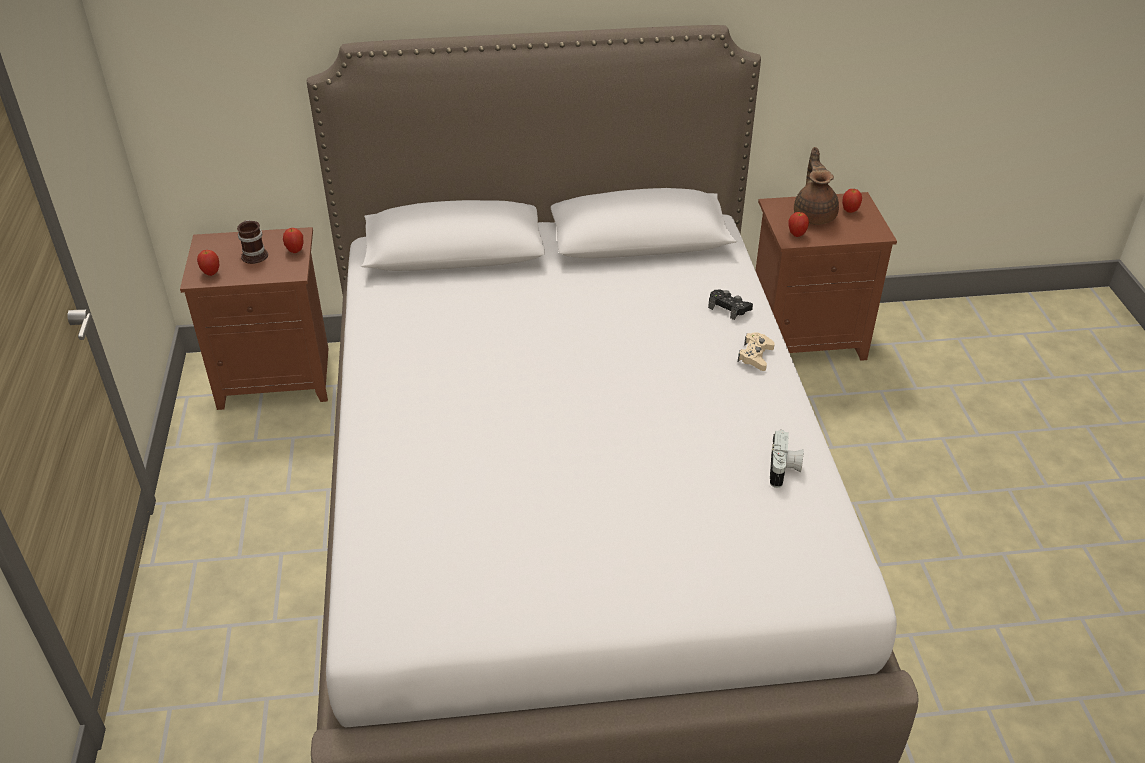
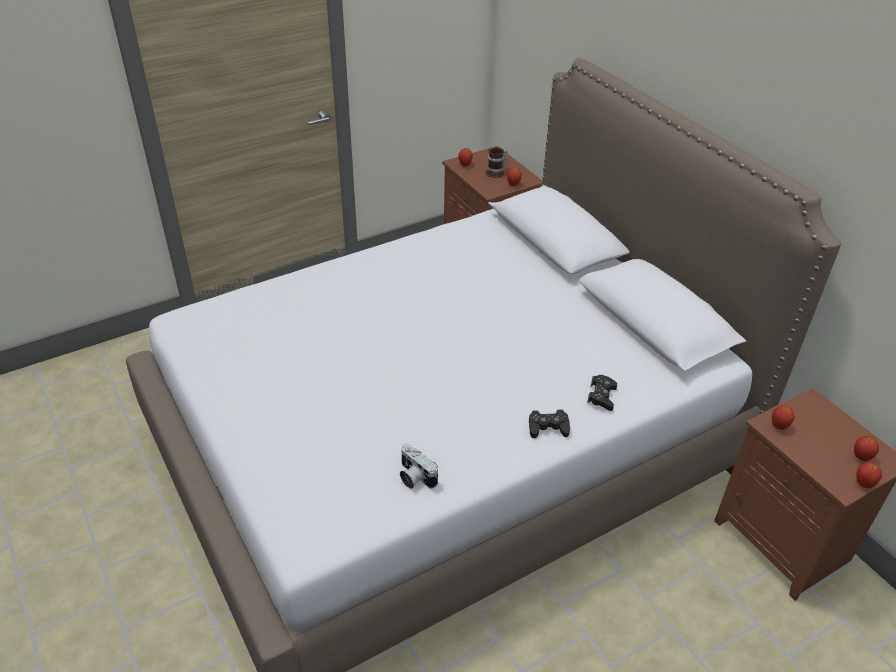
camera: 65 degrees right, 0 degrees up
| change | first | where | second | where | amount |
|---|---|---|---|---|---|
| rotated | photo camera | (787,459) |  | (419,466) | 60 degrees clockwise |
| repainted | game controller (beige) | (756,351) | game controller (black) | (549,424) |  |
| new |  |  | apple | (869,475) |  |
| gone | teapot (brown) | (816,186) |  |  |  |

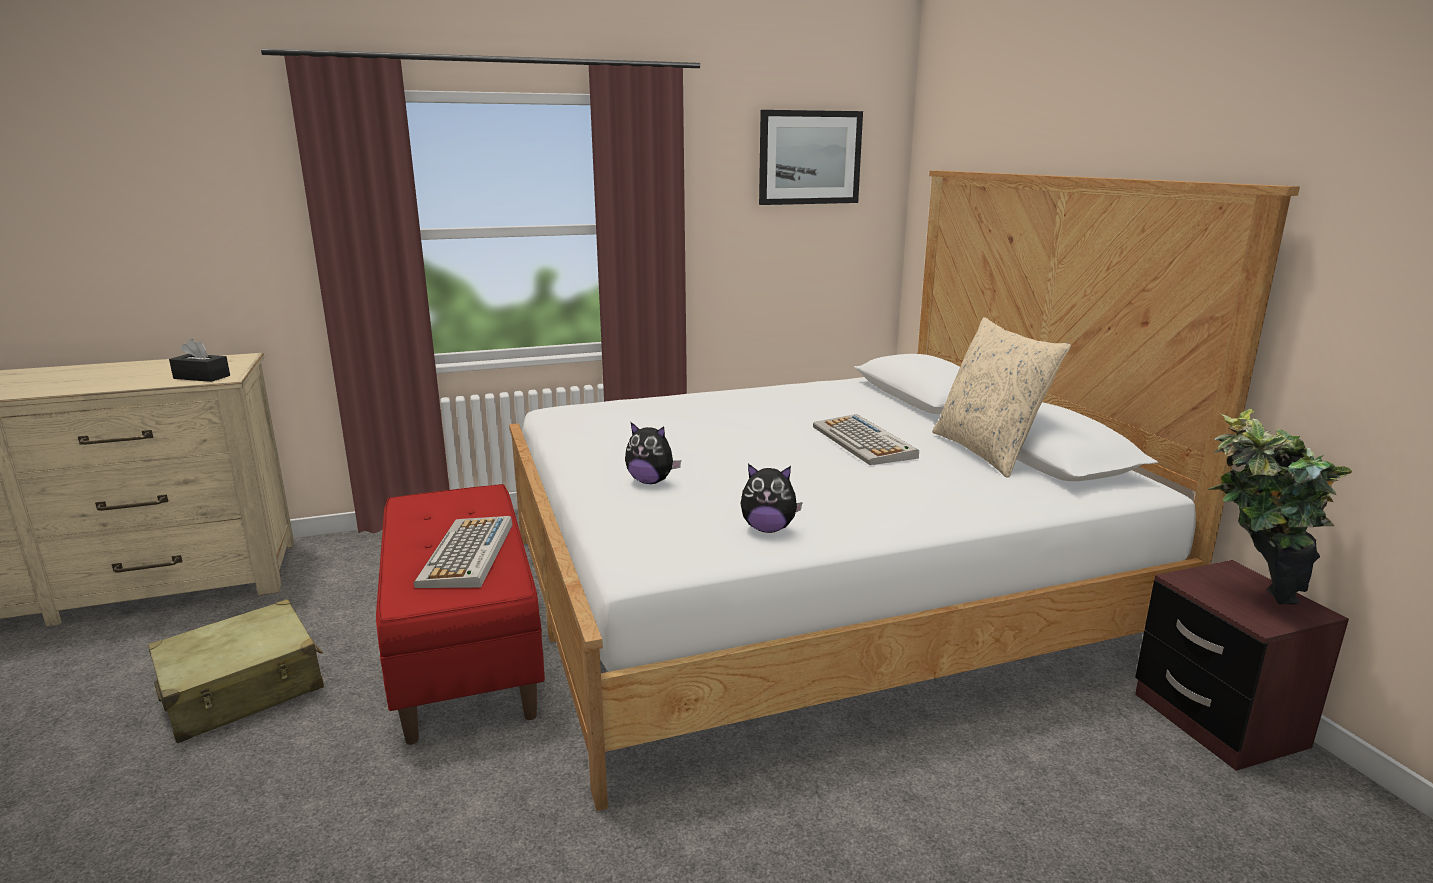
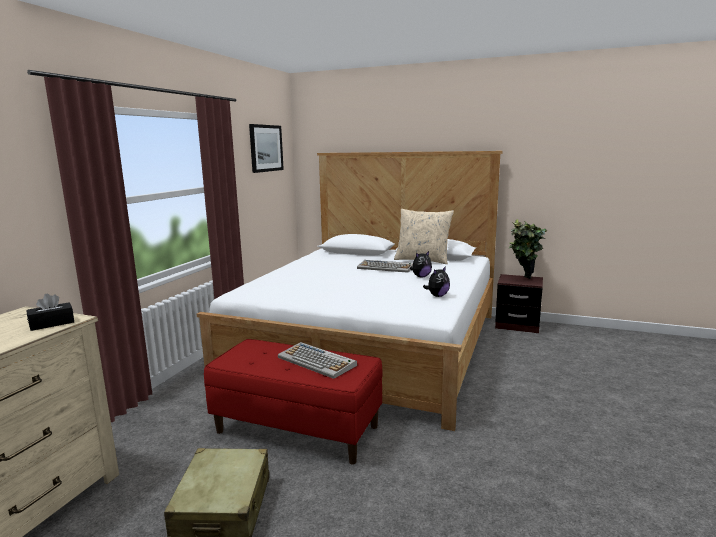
camera: 50 degrees left, 5 degrees down
| change | first | where | second | where | amount |
|---|---|---|---|---|---|
| shifted | plush toy | (653,453) |  | (421,264) |  |

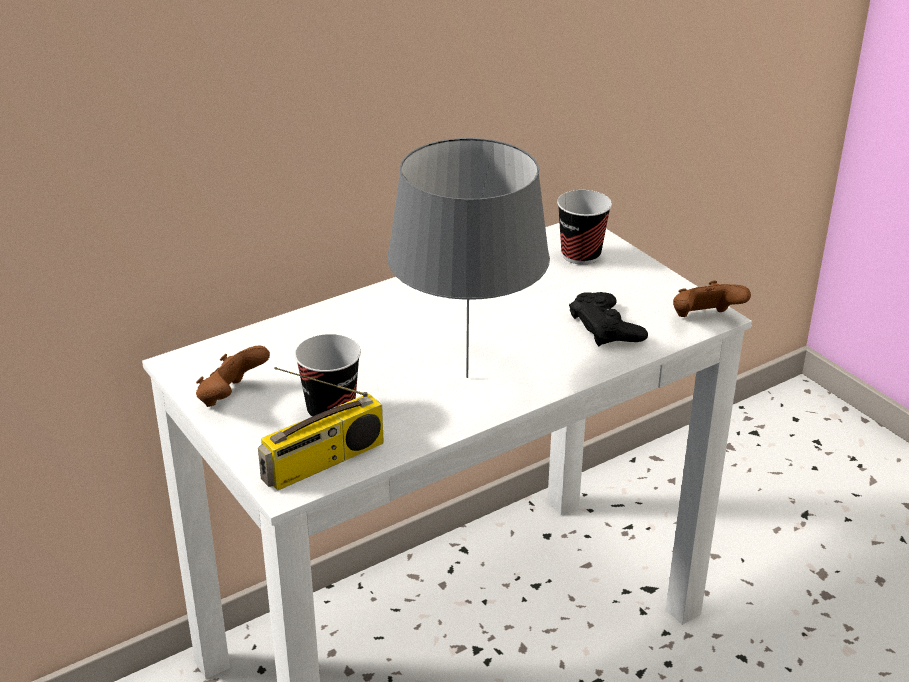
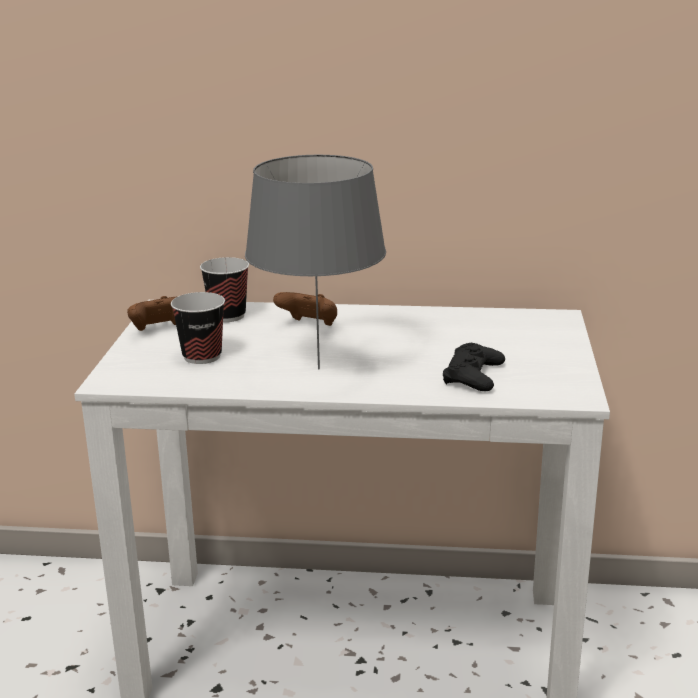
camera: 40 degrees right, 10 degrees down
| change | first | where | second | where | amount |
|---|---|---|---|---|---|
| shifted | cup | (584,227) |  | (224,289) |  |
| shifted | game controller (brown) | (712,298) |  | (305,309) |  |
| gone | radio | (321,428) |  |  |  |

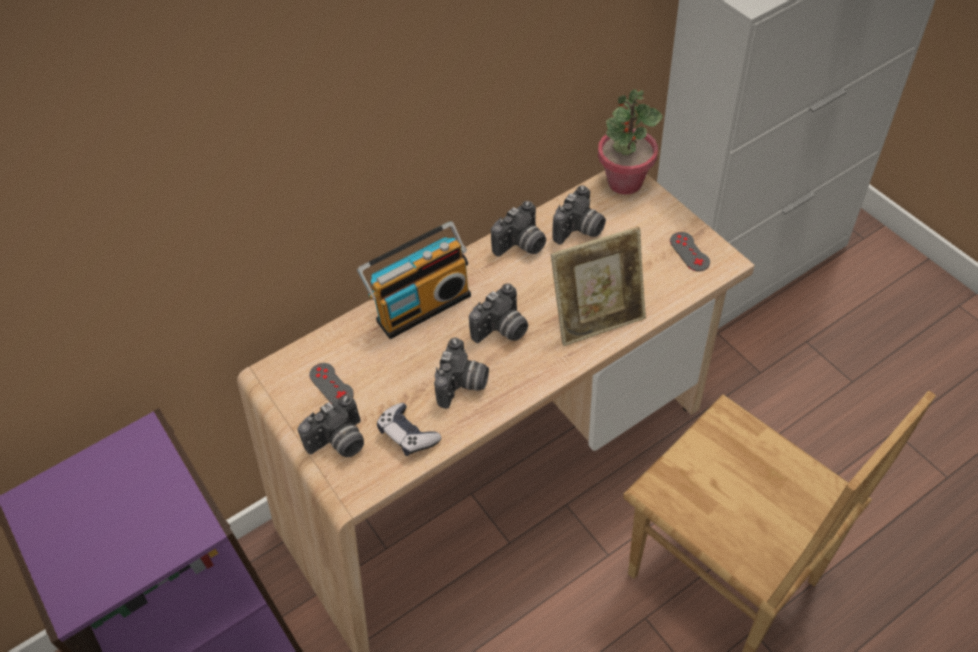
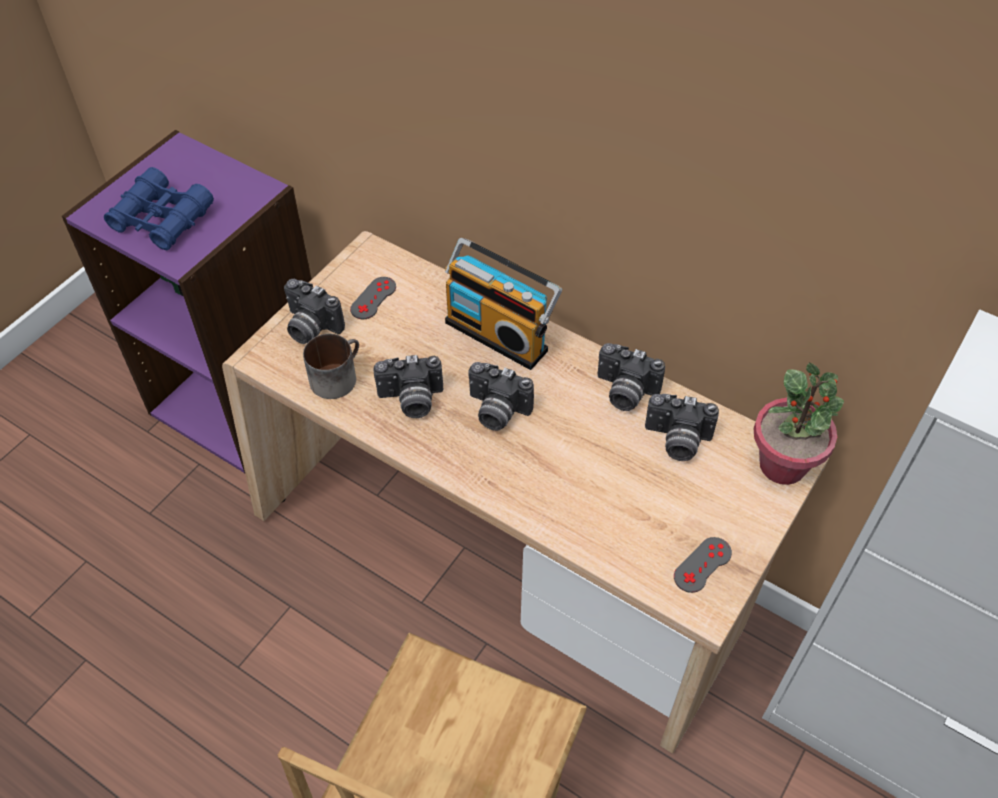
camera: 65 degrees right, 0 degrees up
| change | first | where | second | where | amount |
|---|---|---|---|---|---|
| new |  |  | binoculars (blue) | (159,208) |  |
| swapped | game controller | (409,429) | mug | (331,366) |  |
| gone | picture frame | (598,286) |  |  |  |

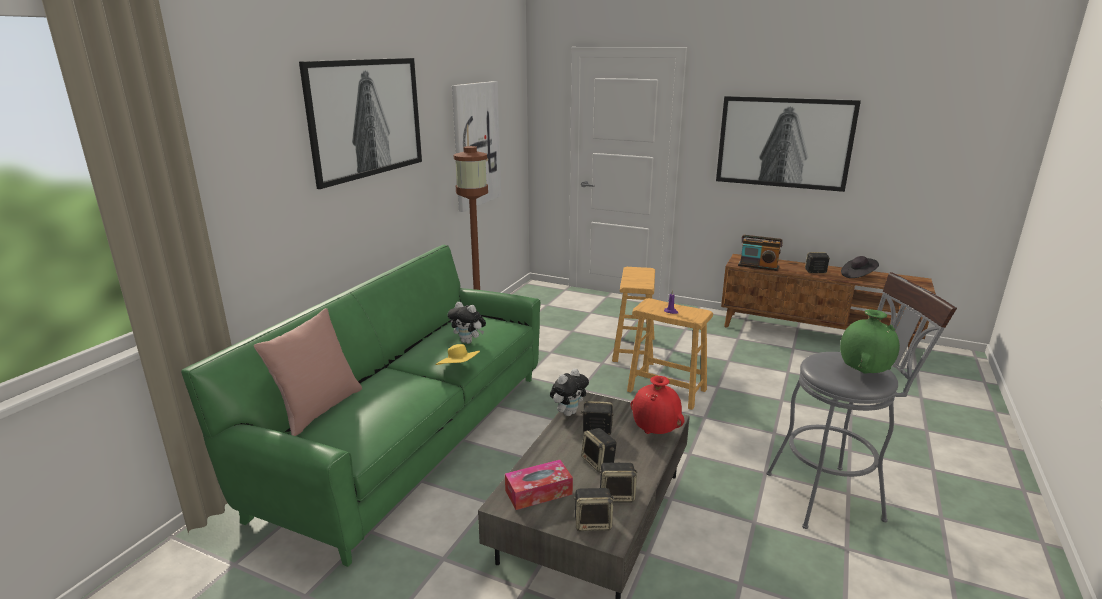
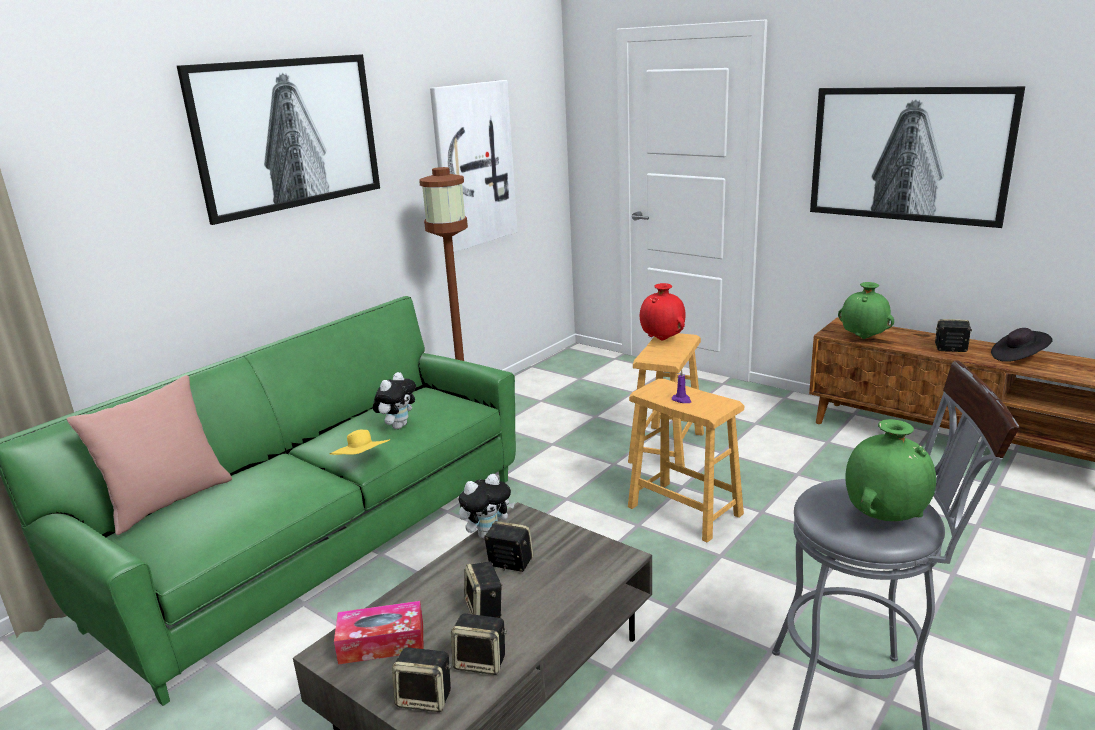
camera: 15 degrees right, 0 degrees up
| change | first | where | second | where | amount |
|---|---|---|---|---|---|
| rotated | plush toy | (467,323) |  | (394,400) | 105 degrees counterclockwise |
| shifted | vase (red) | (657,405) |  | (663,312) |  |
| swapped | radio | (760,253) | vase (green) | (866,310) |  |

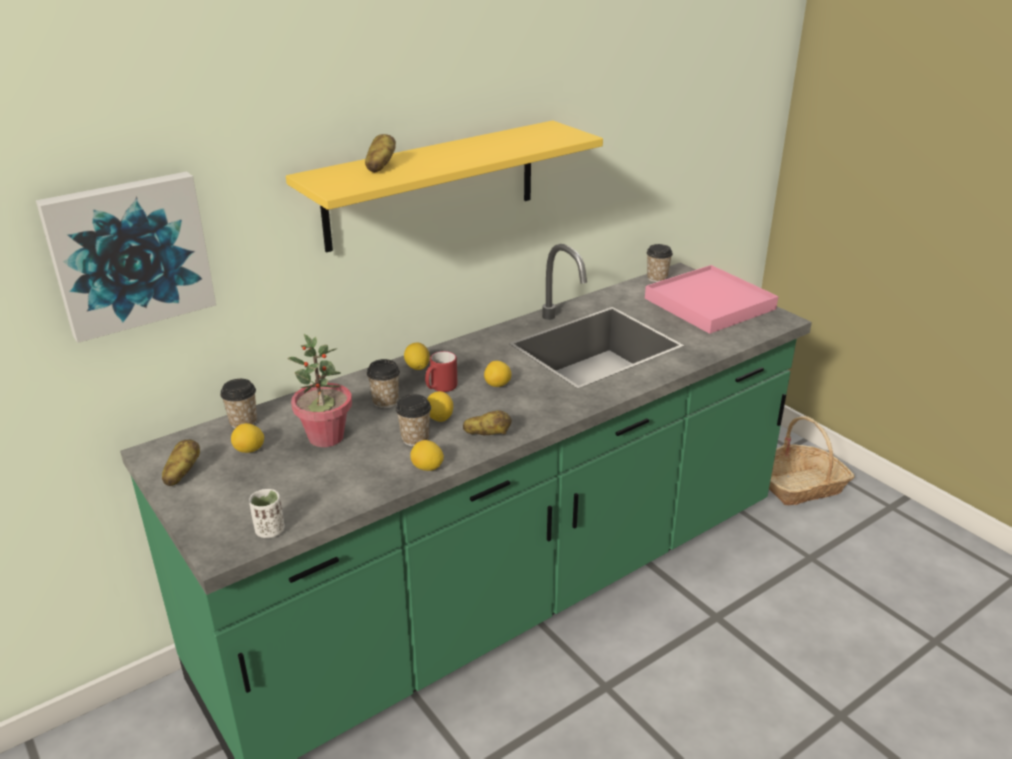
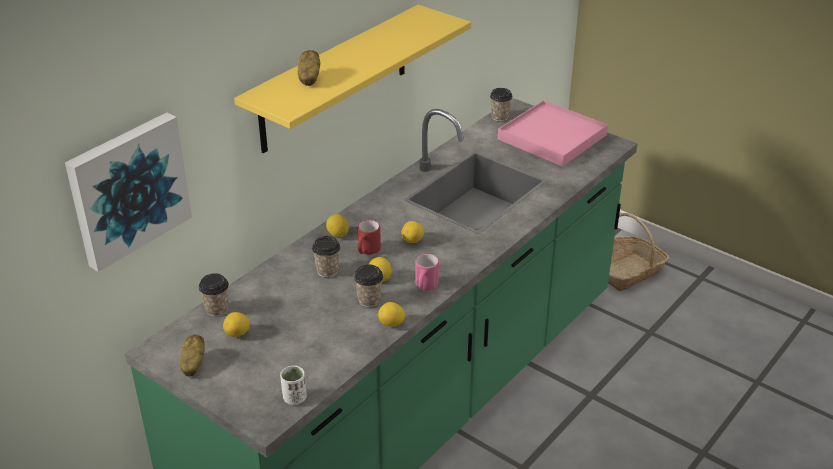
camera: 15 degrees left, 5 degrees up
| change | first | where | second | where | amount |
|---|---|---|---|---|---|
| swapped | potato | (487,422) | mug (pink) | (427,272) |  |
| gone | potted plant | (320,390) |  |  |  |

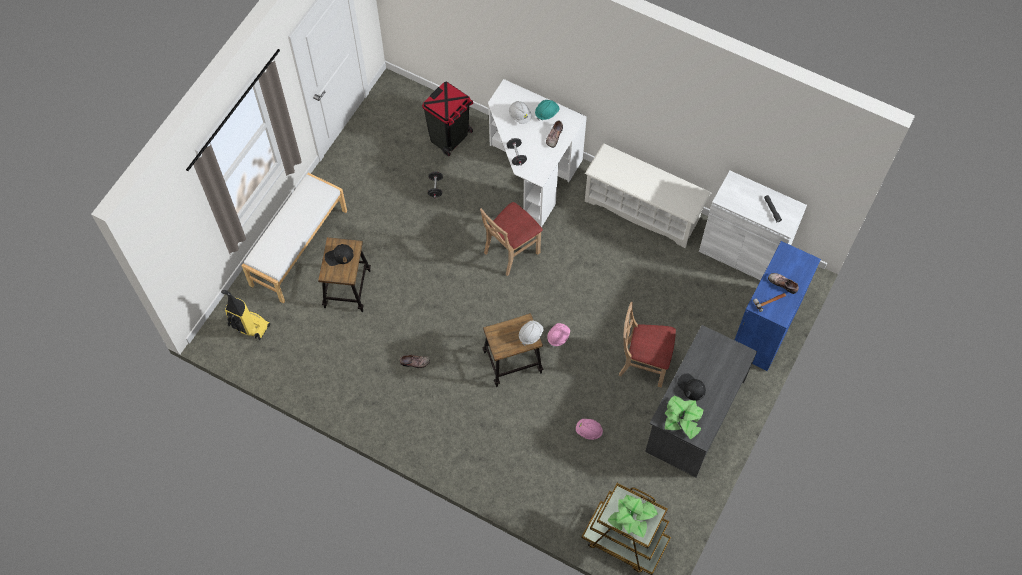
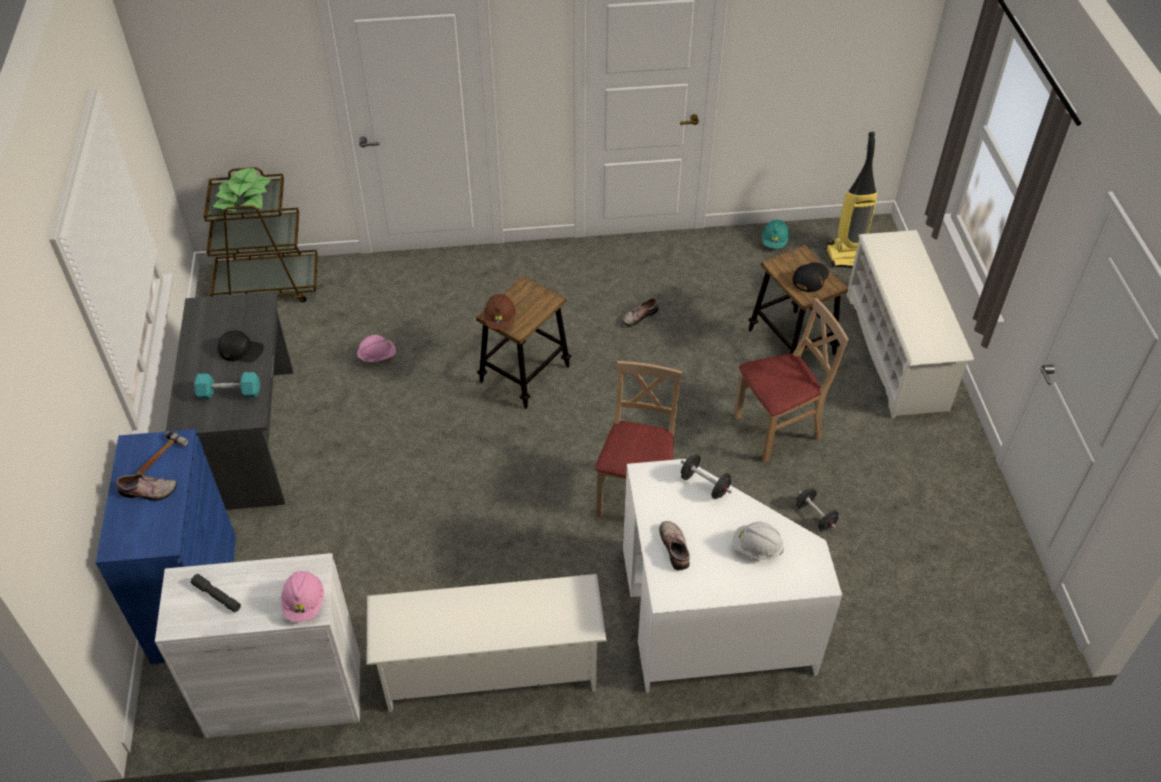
camera: 145 degrees right, 15 degrees down
| change | first | where | second | where | amount |
|---|---|---|---|---|---|
| new |  |  | dumbbell (turquoise) | (227,385) |  |
| shifted | hard hat (pink) | (558,335) |  | (302,596) |  |
| repainted | hard hat (white) | (531,333) | hard hat (brown) | (500,312) |  |
| shifted | chair (beige) | (647,344) |  | (791,380) |  |
| shifted | hard hat (turquoise) | (547,110) |  | (775,234) |  |
| swapped | bench (white) | (294,237) | shoe rack (white) | (910,324) |  |
| gone | trash can (black) | (447,118) |  |  |  |
| gone | potted plant | (683,417) |  |  |  |

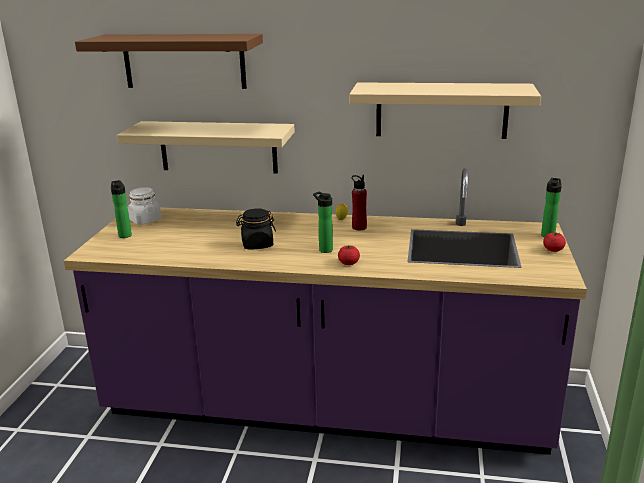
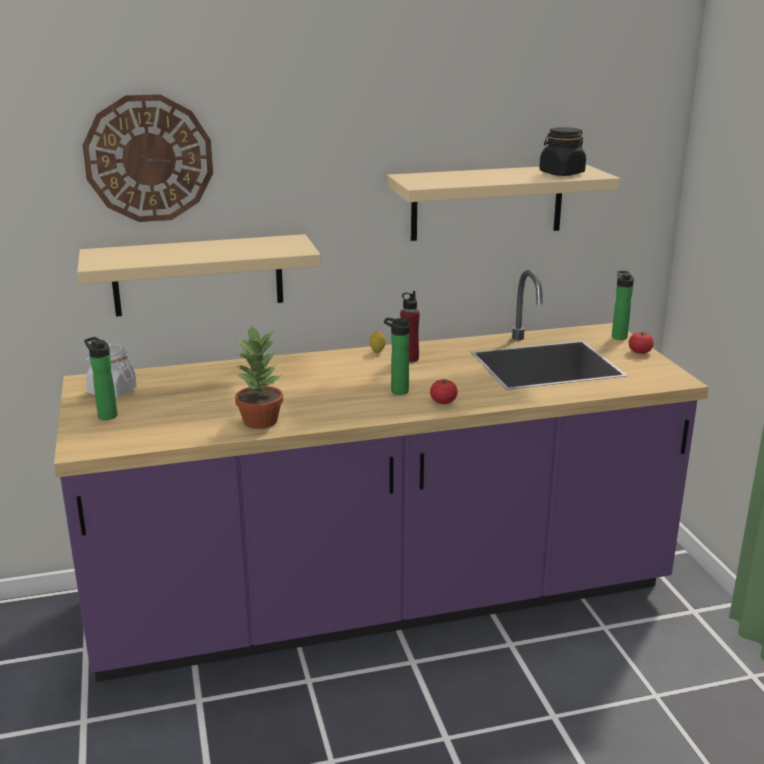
camera: 25 degrees left, 0 degrees up
| change | first | where | second | where | amount |
|---|---|---|---|---|---|
| swapped | shelf (brown) | (169,61) | wall clock | (147,158) |  |
| new |  |  | potted plant | (259,377) |  |
| shifted | jar (black) | (256,229) |  | (562,151) |  |

